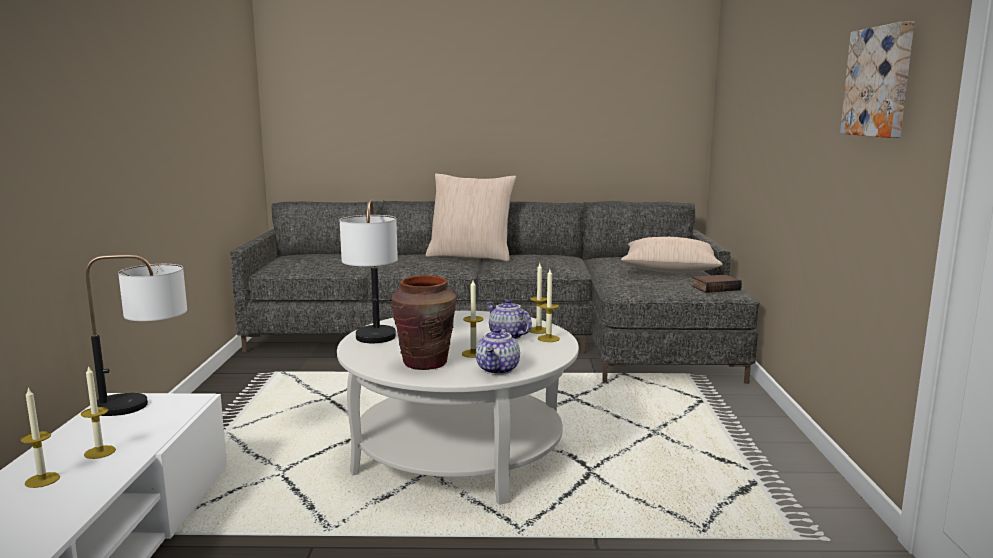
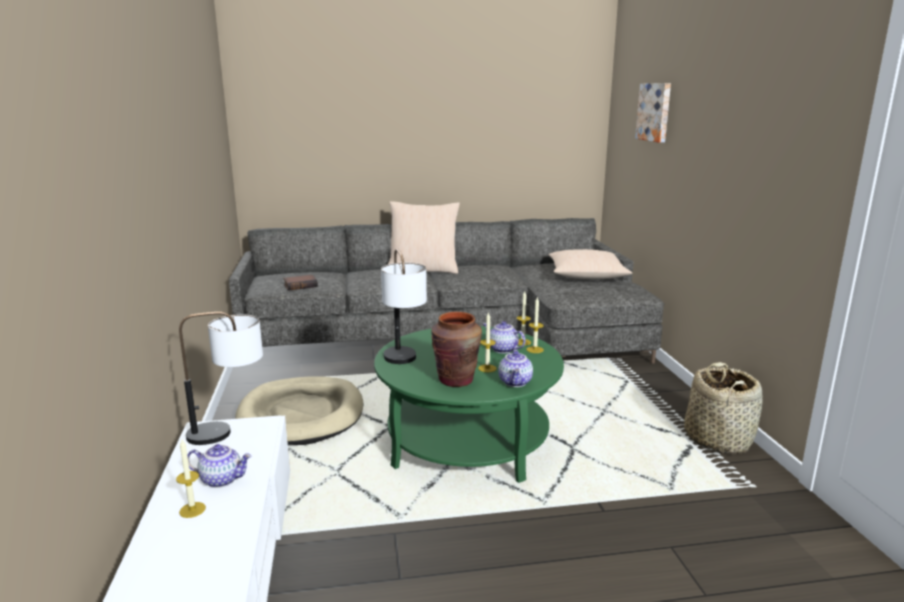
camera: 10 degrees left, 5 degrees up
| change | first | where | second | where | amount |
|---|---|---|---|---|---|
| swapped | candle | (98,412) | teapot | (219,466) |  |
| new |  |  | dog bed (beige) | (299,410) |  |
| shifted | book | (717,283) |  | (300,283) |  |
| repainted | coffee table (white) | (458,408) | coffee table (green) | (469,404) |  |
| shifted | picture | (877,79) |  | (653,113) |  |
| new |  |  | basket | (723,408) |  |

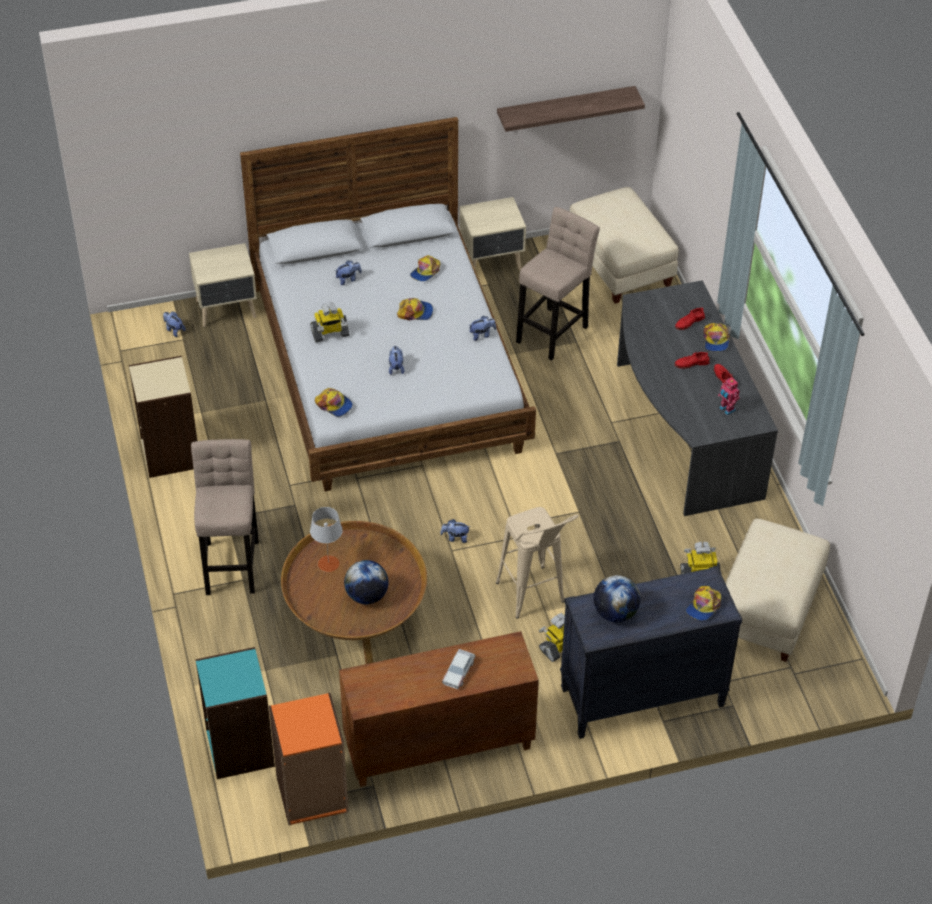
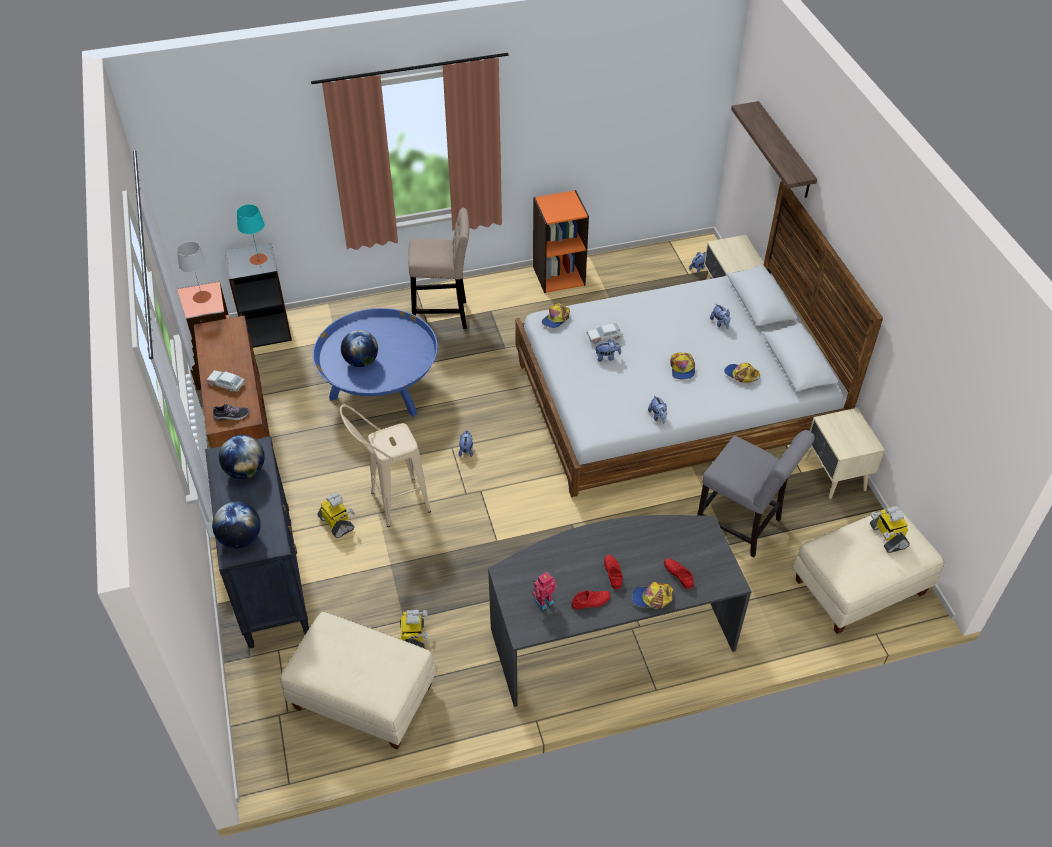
camera: 90 degrees right, 0 degrees up
| change | first | where | second | where | amount |
|---|---|---|---|---|---|
| shifted | table lamp (grey) | (326,539) |  | (194,272) |  |
| swapped | cap | (703,603) | globe | (236,525) |  |
| new |  |  | shoe | (231,412) |  |
| repainted | bookcase (turquoise) | (235,713) | bookcase (black) | (258,295) |  |
| new |  |  | table lamp (turquoise) | (252,234) |  |
| repainted | coffee table (brown) | (354,592) | coffee table (blue) | (375,362) |  |
| repainted | bookcase (beige) | (163,417) | bookcase (orange) | (561,241) |  |
| new |  |  | toy car | (605,333) |  |
| swapped | stool (beige) | (558,284) | chair (grey) | (756,494) |  |
| shifted | shelf | (571,109) |  | (774,149) |  |
| shifted | toy robot | (329,322) |  | (890,529) |  |

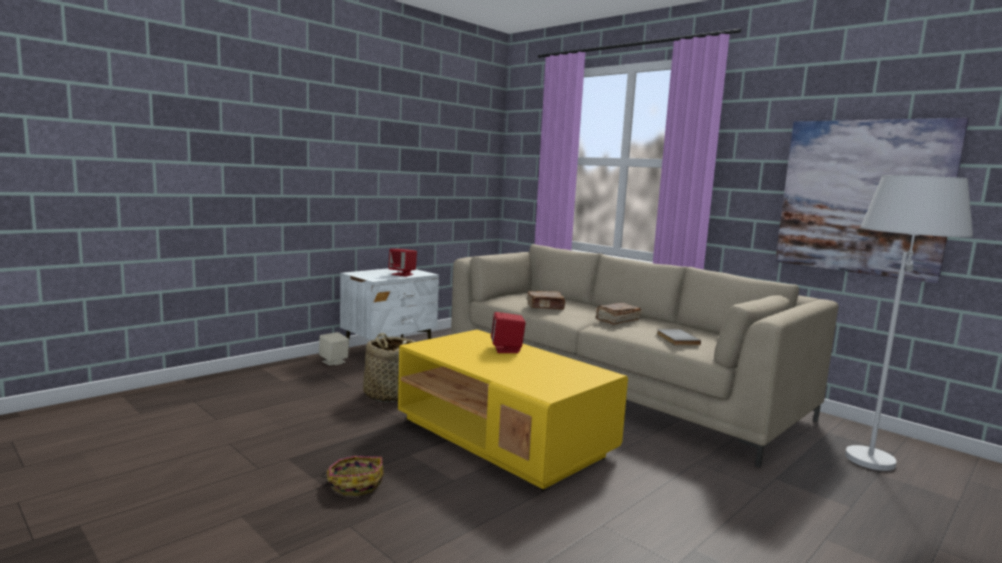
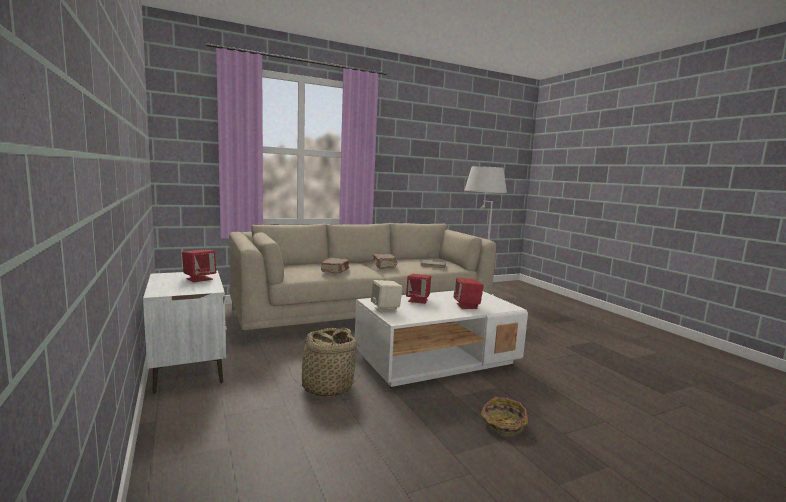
camera: 70 degrees left, 0 degrees up
| change | first | where | second | where | amount |
|---|---|---|---|---|---|
| repainted | coffee table (yellow) | (513,410) | coffee table (white) | (441,339) |  |
| shifted | speaker (beige) | (334,349) |  | (387,297) |  |
| new |  |  | speaker (red) | (468,293) |  |
| gone | picture | (872,200) |  |  |  |

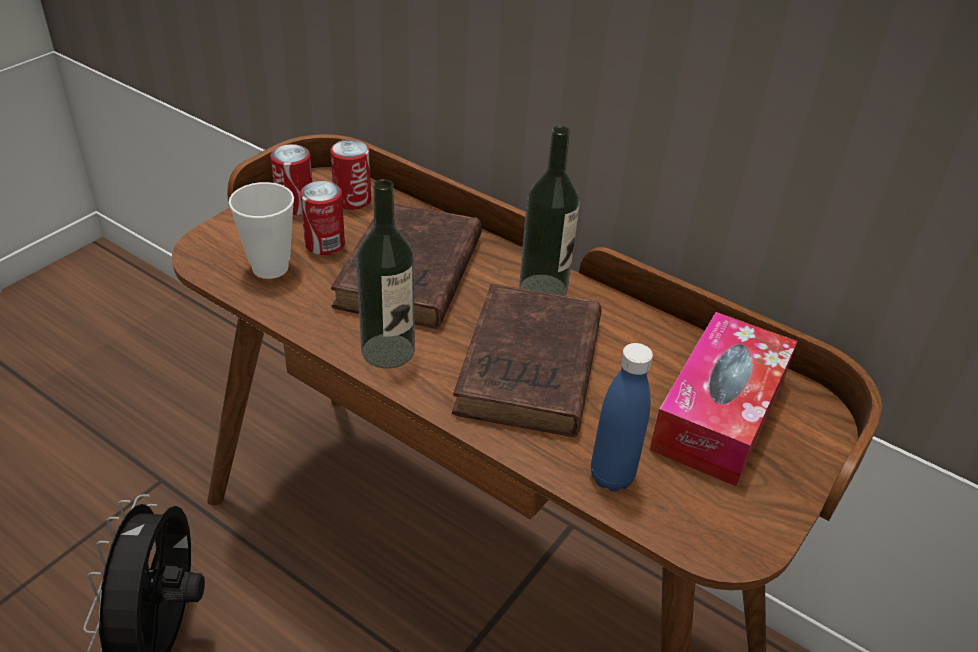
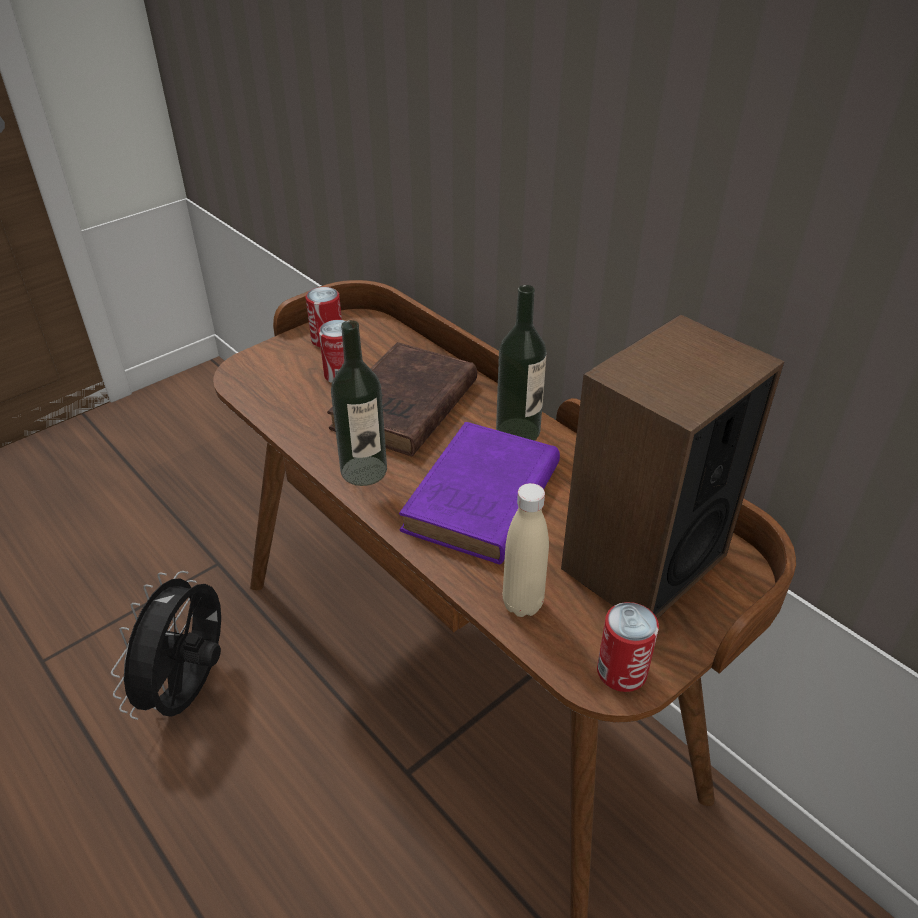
camera: 15 degrees right, 0 degrees up
| change | first | where | second | where | amount |
|---|---|---|---|---|---|
| repainted | book (brown) | (526,360) | book (purple) | (479,493) |  |
| repainted | bottle (blue) | (622,417) | bottle (beige) | (526,550) |  |
| swapped | tissue box | (724,399) | speaker | (672,466) |  |
| shifted | can | (350,175) |  | (628,647) |  |
| gone | cup | (261,230) |  |  |  |

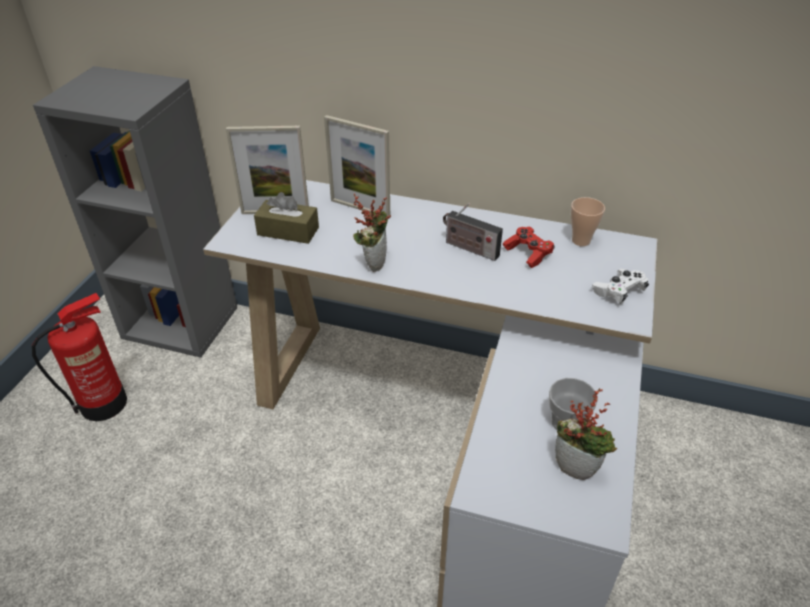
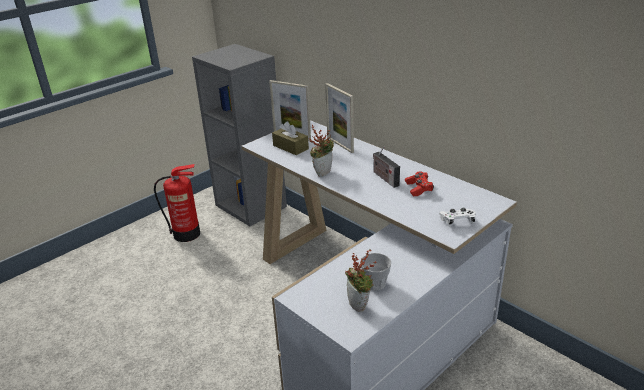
camera: 30 degrees right, 10 degrees down
| change | first | where | second | where | amount |
|---|---|---|---|---|---|
| gone | cup | (588,221) |  |  |  |

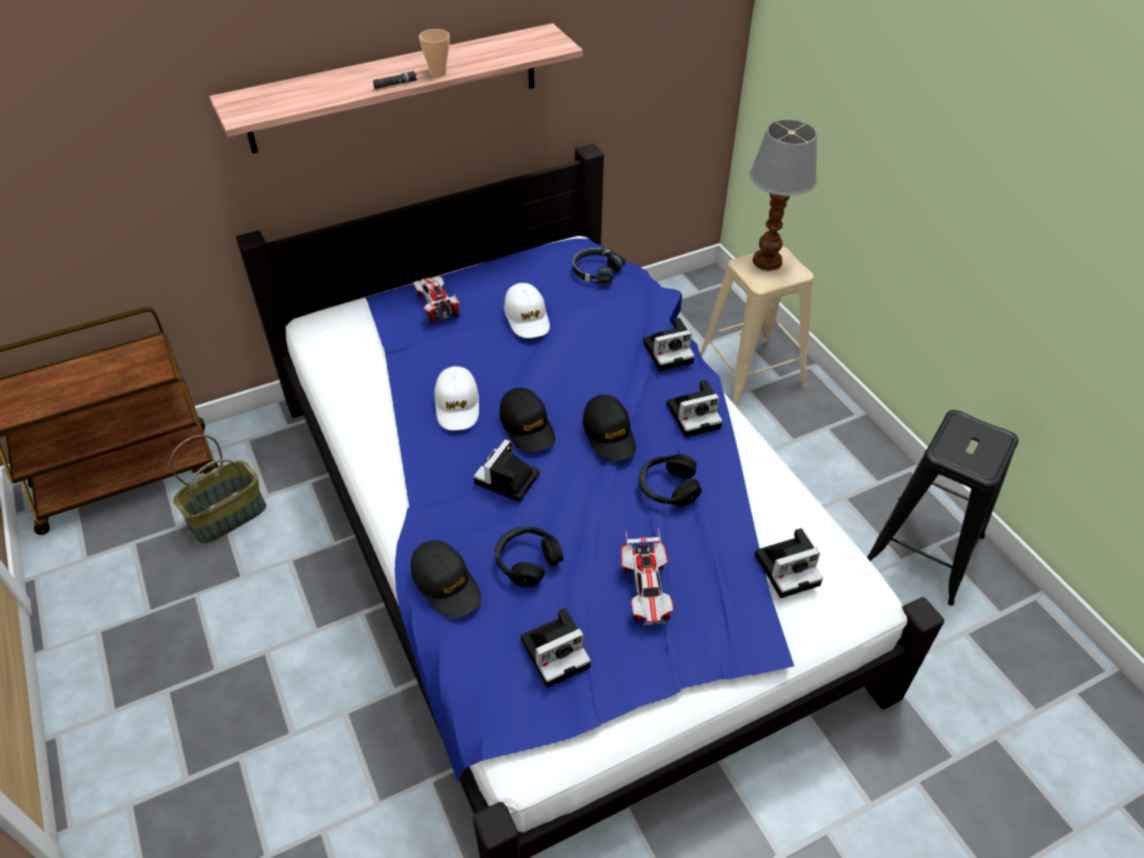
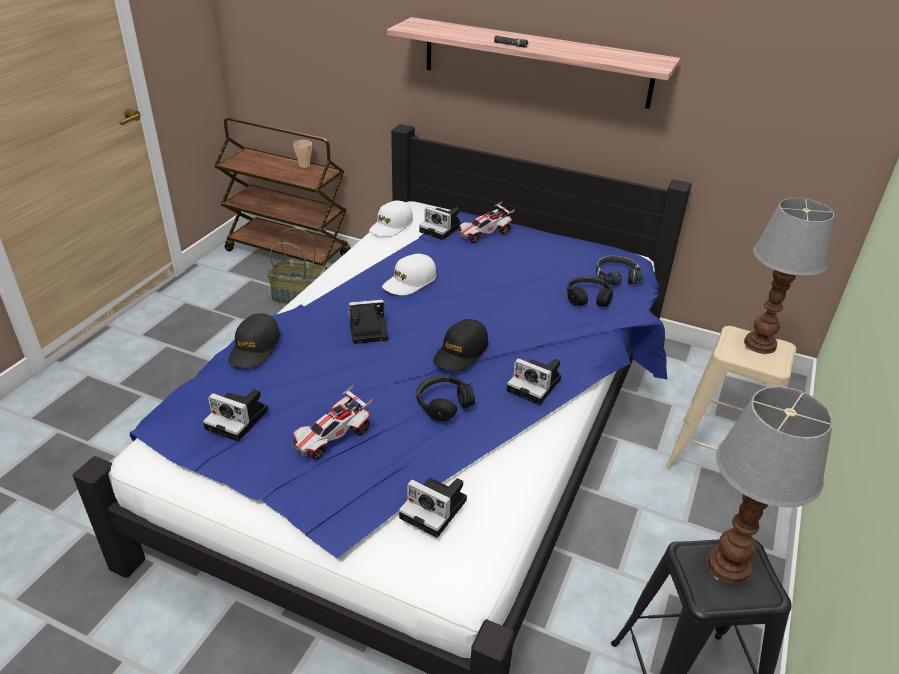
camera: 50 degrees right, 10 degrees down
| change | first | where | second | where | amount |
|---|---|---|---|---|---|
| shifted | cup | (434,53) |  | (302,154) |  |
| shifted | cap (white) | (527,310) |  | (391,218) |  |
| shifted | photo camera | (669,344) |  | (440,223) |  |
| rotated | toy car | (437,300) |  | (486,222) | 150 degrees counterclockwise |
| shifted | headphones (black) | (529,556) |  | (590,291) |  |
| new |  |  | table lamp | (769,485) |  |
| gone | cap (black) | (527,420) |  |  |  |

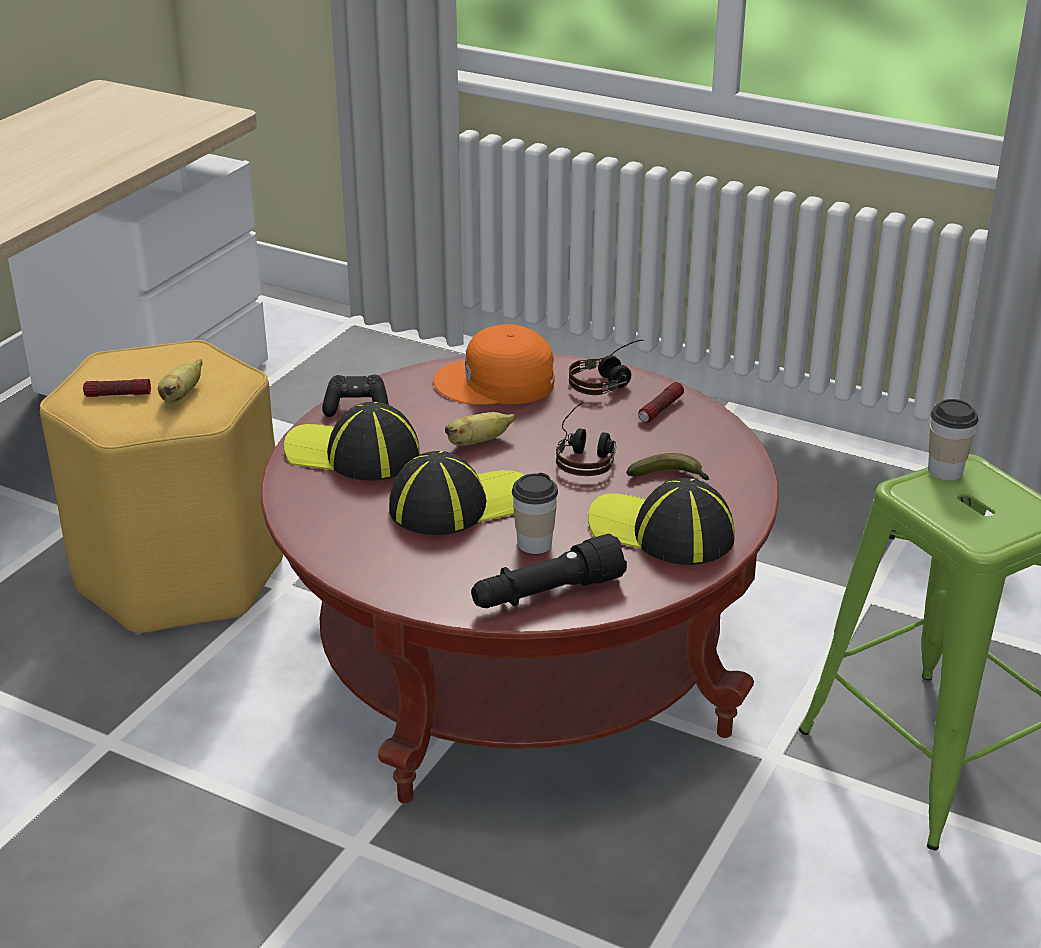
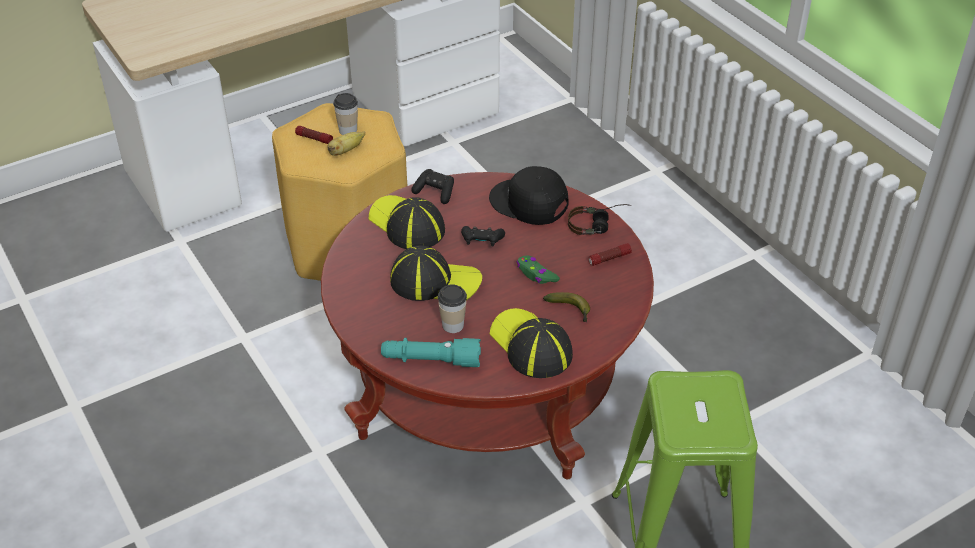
camera: 30 degrees right, 10 degrees up
| change | first | where | second | where | amount |
|---|---|---|---|---|---|
| shifted | cup | (953,440) |  | (345,114) |  |
| repainted | flashlight (black) | (549,571) | flashlight (turquoise) | (431,352) |  |
| swapped | banana | (480,428) | game controller (black) | (483,236) |  |
| repainted | cap (orange) | (494,364) | cap (black) | (529,195) |  |
| swapped | headphones | (586,439) | game controller (green) | (538,269) |  |

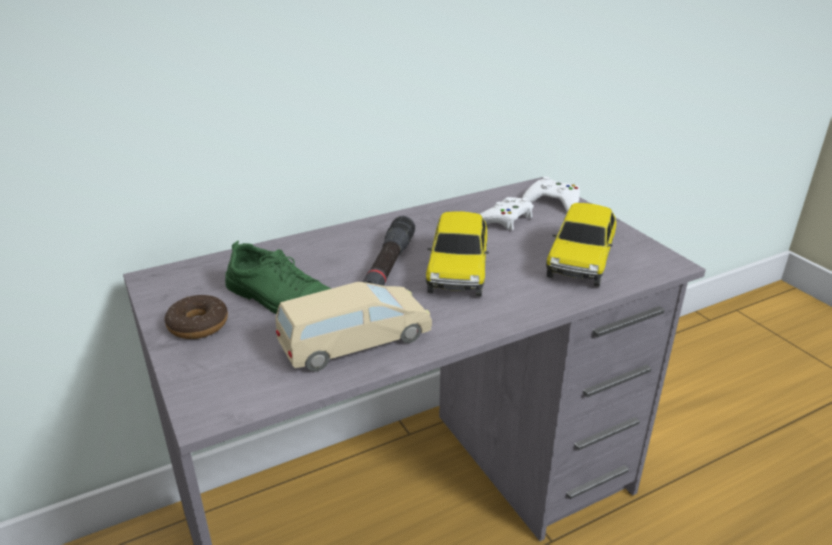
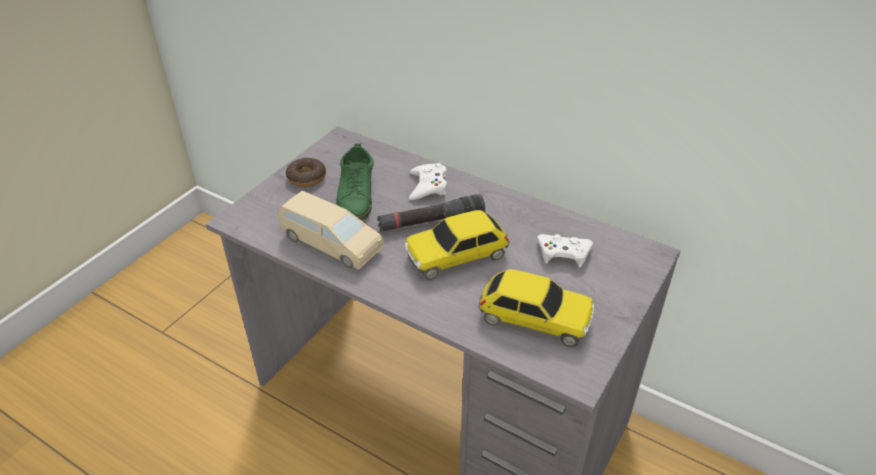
camera: 60 degrees right, 10 degrees up
| change | first | where | second | where | amount |
|---|---|---|---|---|---|
| shifted | game controller (white) | (551,194) |  | (428,181) |  |
| rotated | toy car | (581,245) |  | (536,308) | 150 degrees counterclockwise |

